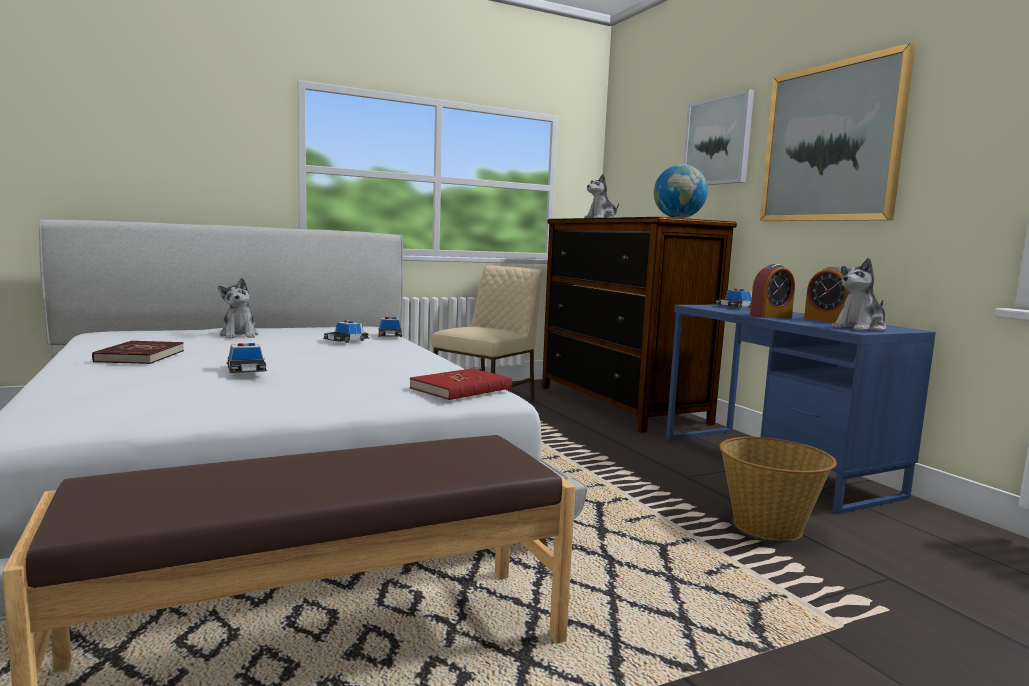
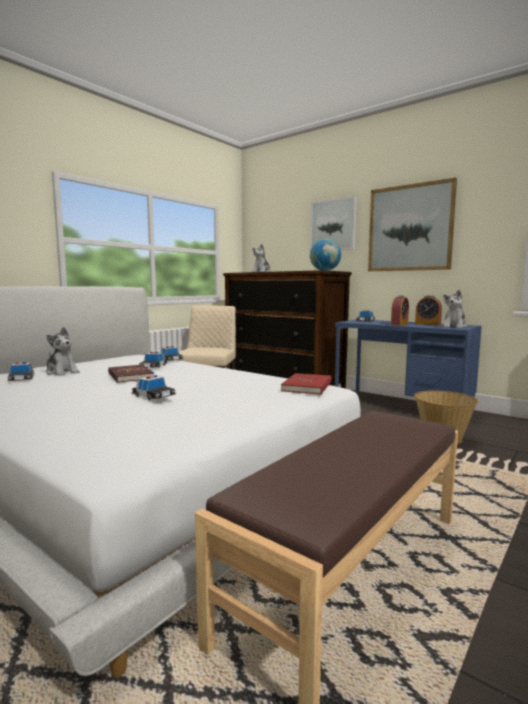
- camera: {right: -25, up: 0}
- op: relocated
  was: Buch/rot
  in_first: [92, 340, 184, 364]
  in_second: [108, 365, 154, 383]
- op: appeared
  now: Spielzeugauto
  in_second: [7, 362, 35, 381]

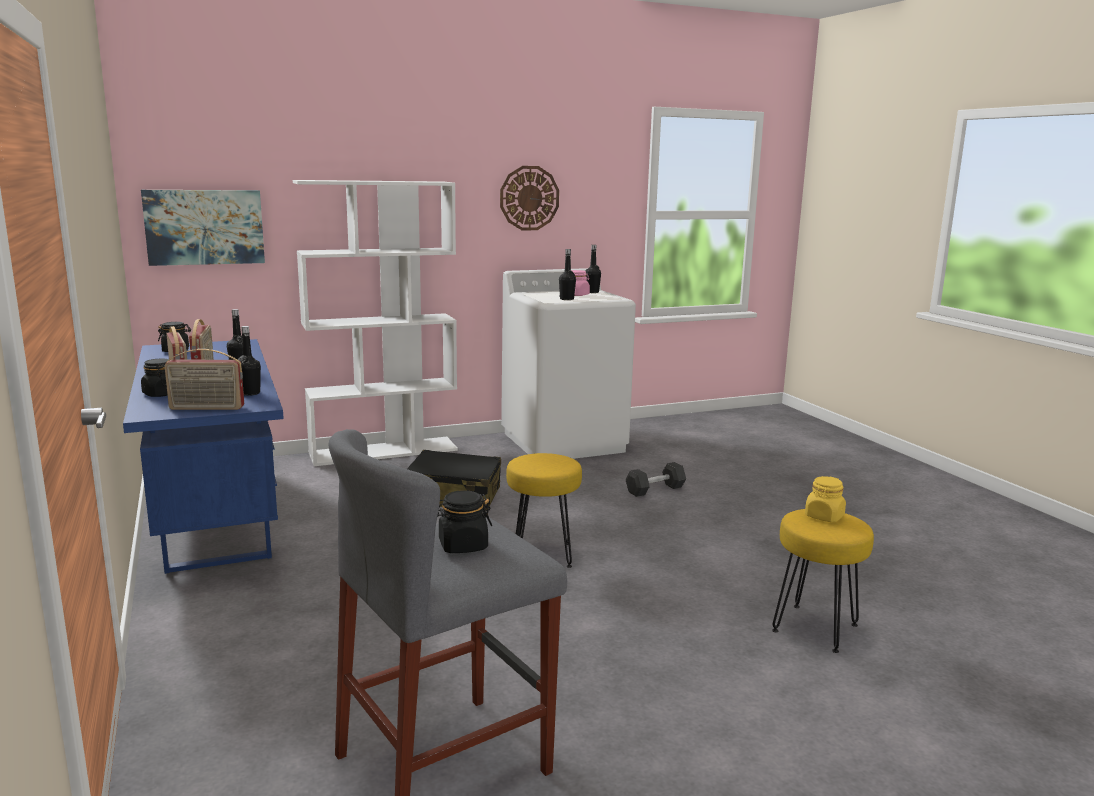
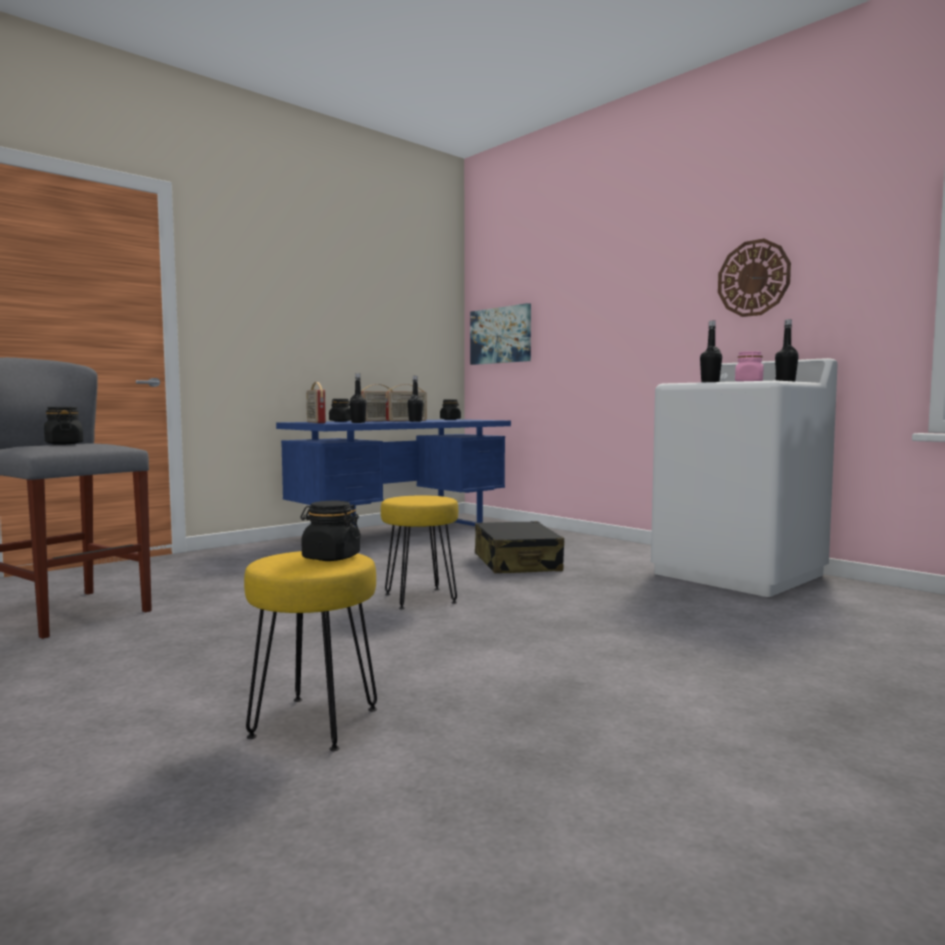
- camera: {right: 70, up: -10}
- op: missing
  was: Bücherregal/weiß
  in_first: [293, 180, 458, 466]
- op: missing
  was: Hantel/grau
  in_first: [626, 462, 686, 497]
- op: colour
  was: Vorratsglas/gelb
  now: Vorratsglas/schwarz
  in_first: [805, 476, 846, 522]
  in_second: [300, 501, 361, 561]

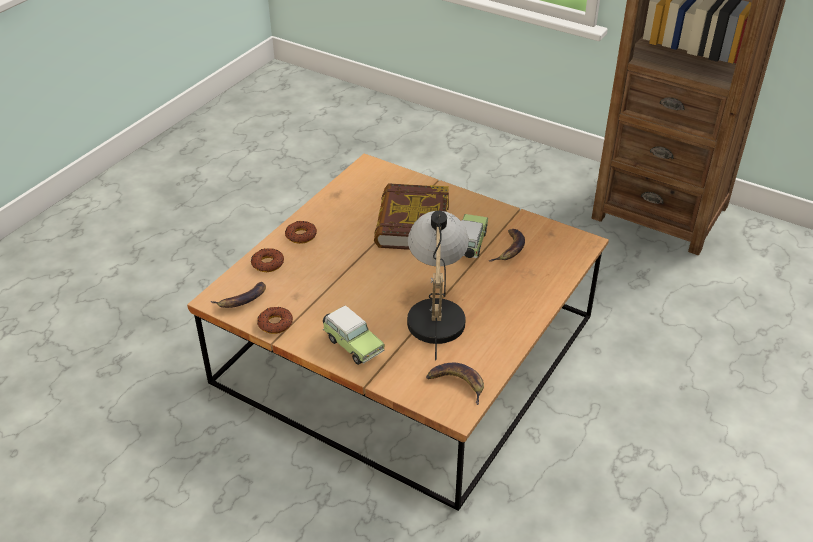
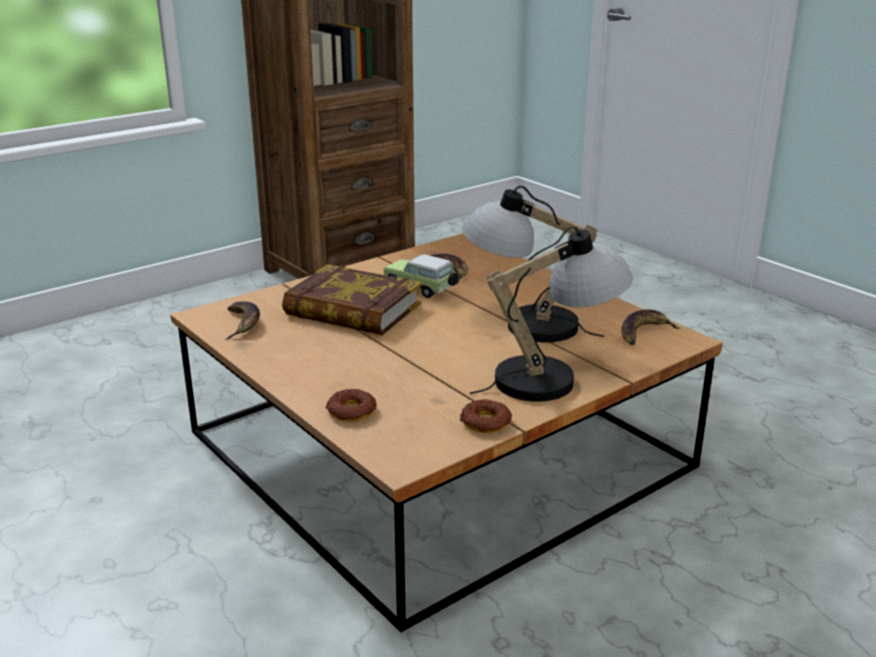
- camera: {right: -70, up: -15}
- op: missing
  was: Donut
  in_first: [285, 221, 317, 244]
- op: relocated
  was: Banane
  in_first: [211, 282, 266, 308]
  in_second: [225, 301, 260, 340]
- op: exchanged
  was: Spielzeugauto
  now: Tischlampe
  in_first: [323, 305, 385, 365]
  in_second: [470, 227, 633, 402]

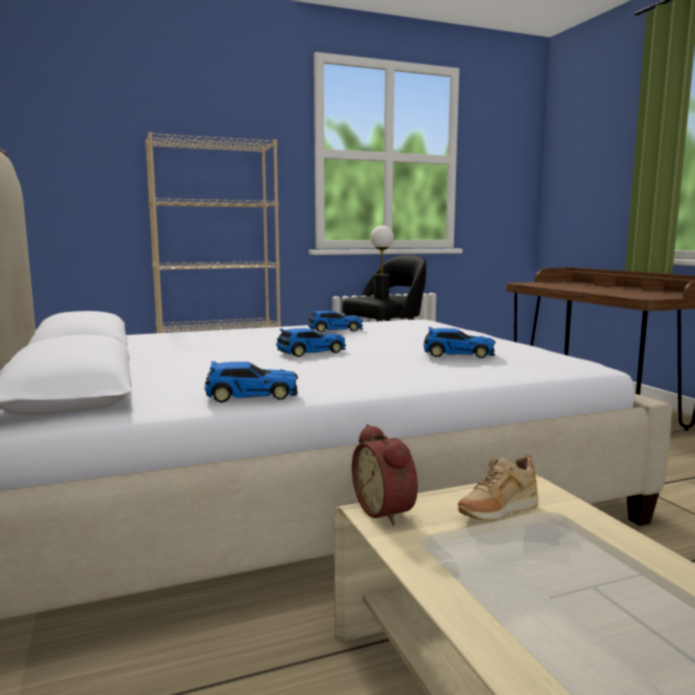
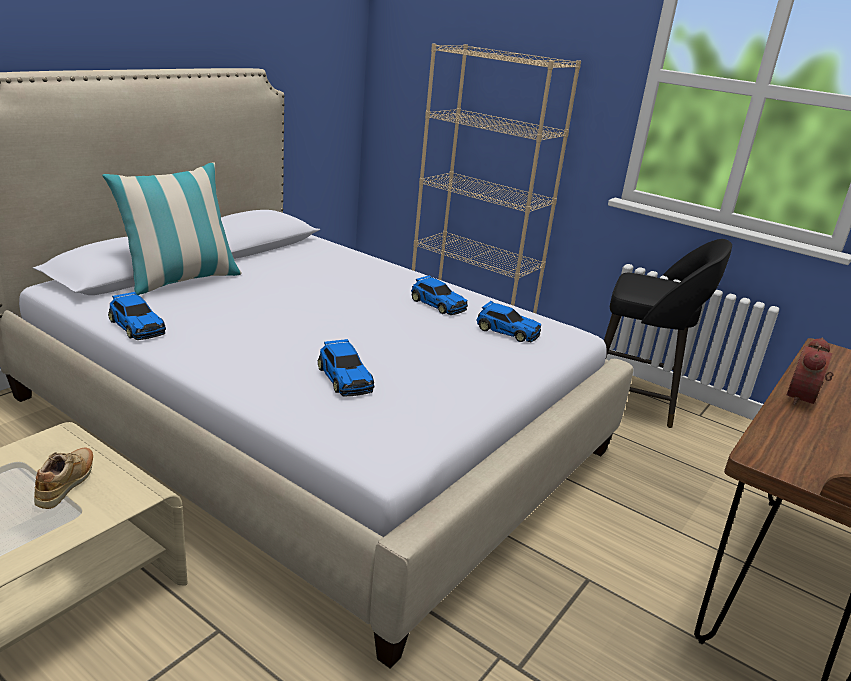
- camera: {right: 55, up: 15}
- op: missing
  was: Tischlampe
  in_first: [371, 225, 394, 299]
- op: relocated
  was: Spielzeugauto
  in_first: [276, 328, 346, 357]
  in_second: [476, 301, 541, 342]
- op: relocated
  was: Wecker
  in_first: [352, 424, 418, 526]
  in_second: [787, 338, 834, 405]
- op: spun
  was: Schuh/beige
  in_first: [458, 455, 538, 520]
  in_second: [34, 447, 93, 509]
  clockwise: 75
- op: appeared
  now: Kissen
  in_second: [102, 162, 242, 295]

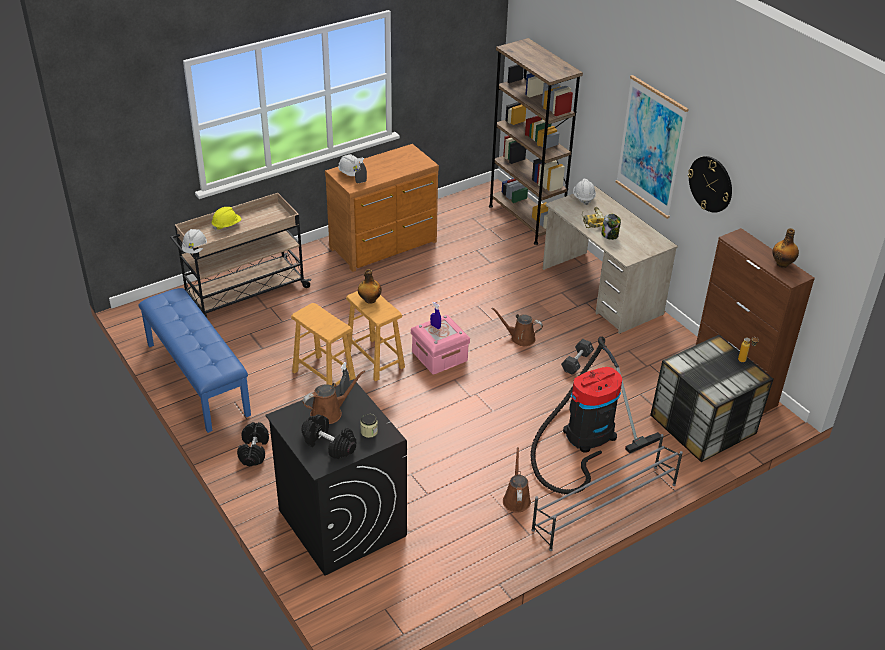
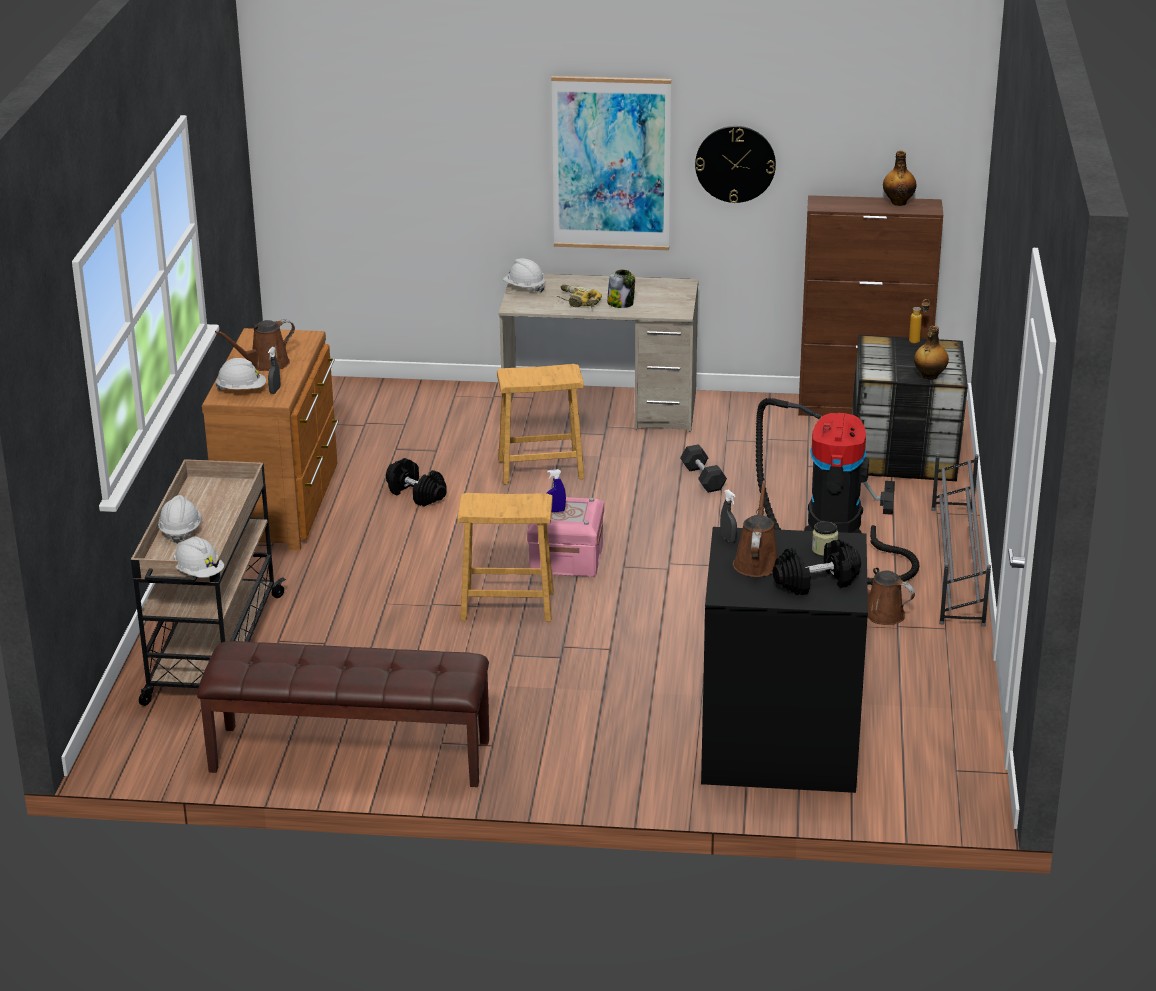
- camera: {right: -50, up: -10}
- op: missing
  was: Bücherregal/braun
  in_first: [489, 38, 583, 245]
- op: colour
  was: Schutzhelm/gelb
  now: Schutzhelm/weiß
  in_first: [212, 207, 242, 230]
  in_second: [158, 495, 201, 544]
- op: relocated
  was: Flasche
  in_first: [358, 269, 382, 304]
  in_second: [914, 326, 949, 380]
- op: colour
  was: Bank/blau
  now: Bank/braun
  in_first: [138, 288, 251, 433]
  in_second: [197, 641, 489, 787]
- op: relocated
  was: Hocker/braun
  in_first: [291, 303, 356, 385]
  in_second: [497, 364, 585, 484]
- op: relocated
  was: Gießkanne/braun
  in_first: [491, 308, 543, 346]
  in_second: [215, 319, 295, 371]
- op: relocated
  was: Hantel/schwarz
  in_first: [237, 422, 269, 466]
  in_second: [386, 458, 447, 507]

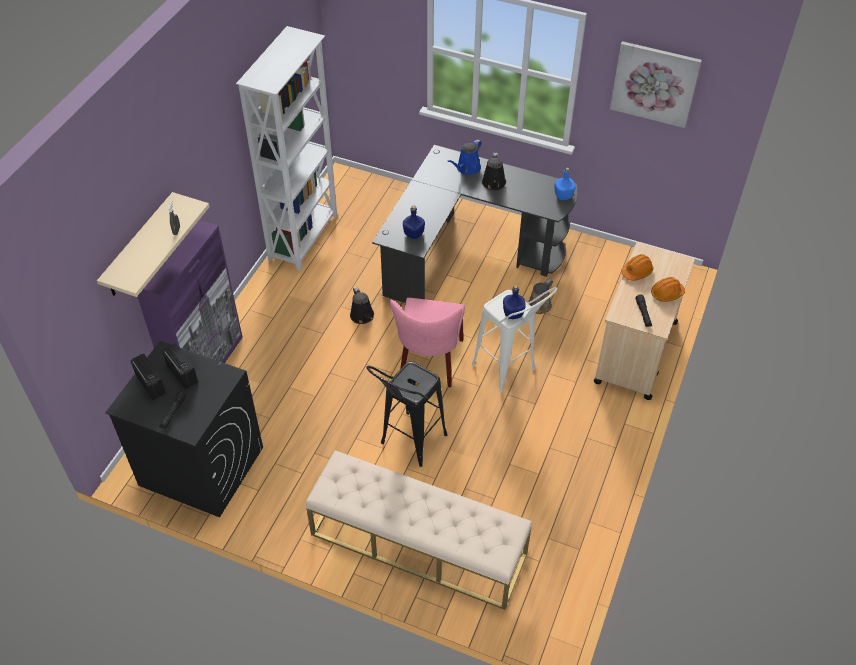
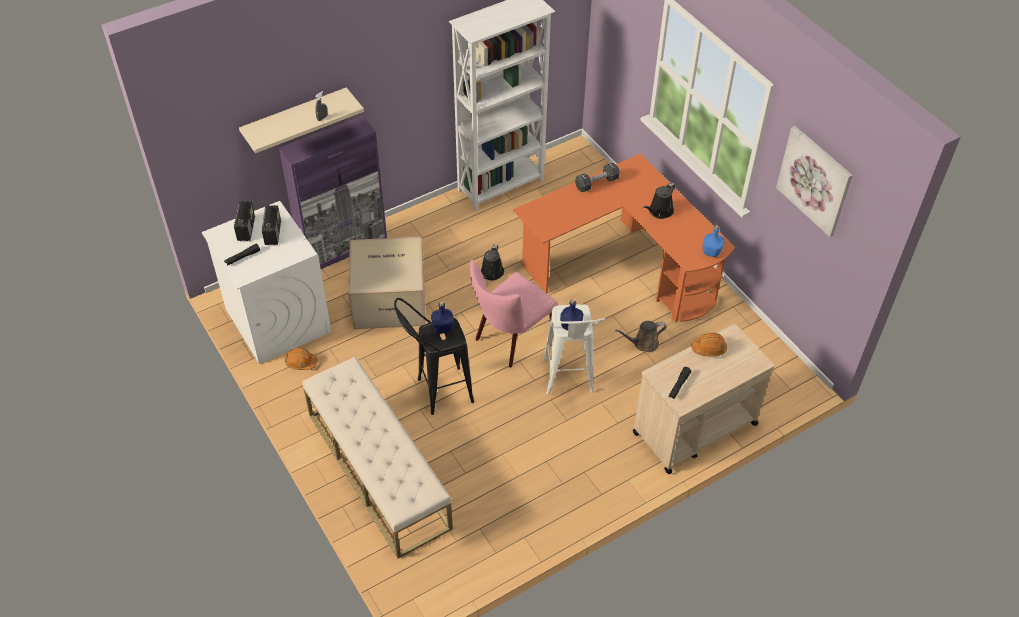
- camera: {right: 35, up: 0}
- op: missing
  was: Gießkanne/blau
  in_first: [447, 140, 482, 175]
- op: colour
  was: Schreibtisch/schwarz
  now: Schreibtisch/orange
  in_first: [372, 145, 578, 303]
  in_second: [513, 154, 735, 323]
- op: relocated
  was: Flasche/blau
  in_first: [403, 206, 425, 239]
  in_second: [431, 301, 454, 334]
- op: relocated
  was: Schutzhelm/orange
  in_first: [651, 277, 685, 302]
  in_second: [285, 348, 318, 370]
- op: colour
  was: Waschmaschine/schwarz
  now: Waschmaschine/weiß
  in_first: [105, 341, 263, 517]
  in_second: [202, 201, 331, 364]
- op: appeared
  now: Hantel/schwarz
  in_second: [575, 163, 620, 192]
- op: appeared
  now: Karton
  in_second: [348, 237, 425, 329]

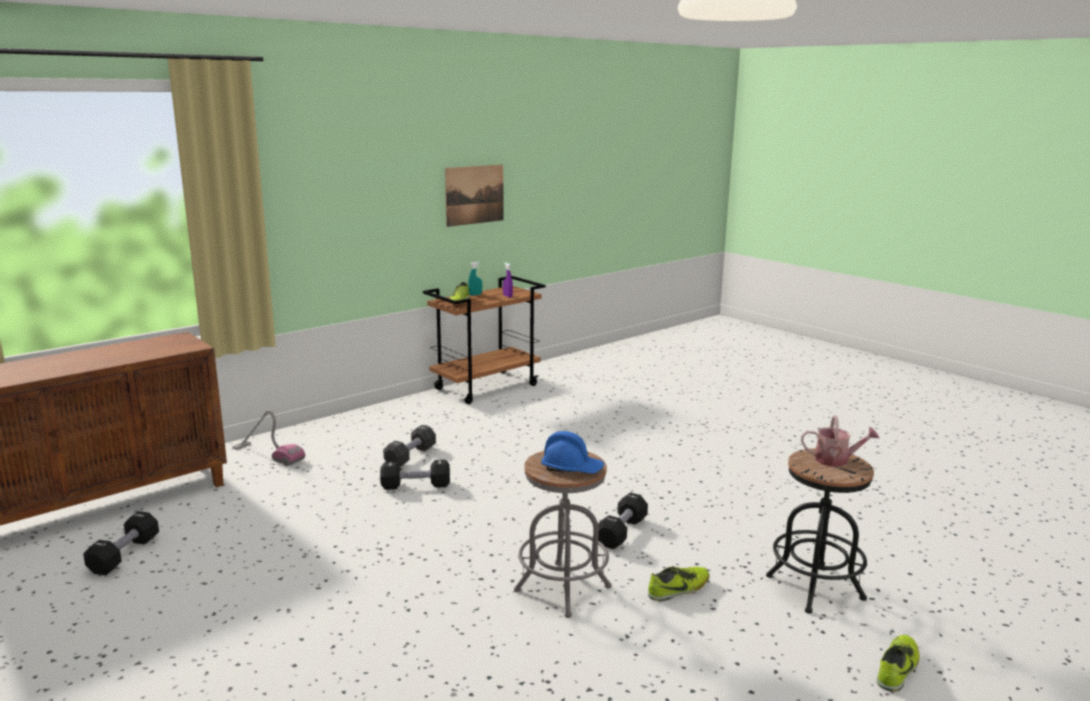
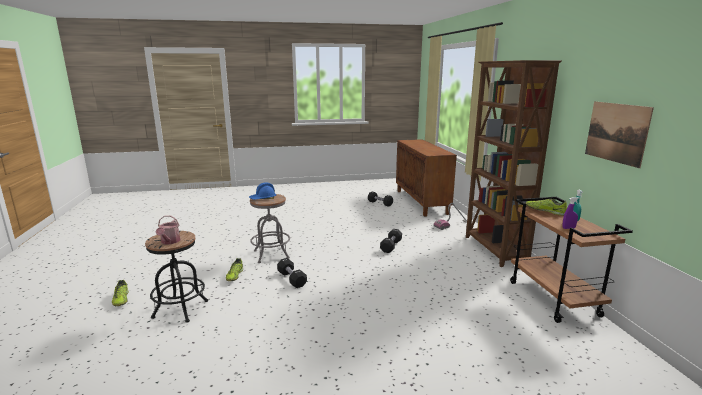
- camera: {right: 120, up: 0}
- op: spun
  was: Gießkanne
  in_first: [801, 415, 879, 467]
  in_second: [155, 215, 180, 244]
  clockwise: -45
- op: missing
  was: Hantel/schwarz
  in_first: [383, 425, 436, 467]
- op: appeared
  now: Bücherregal/braun
  in_second: [466, 60, 562, 267]

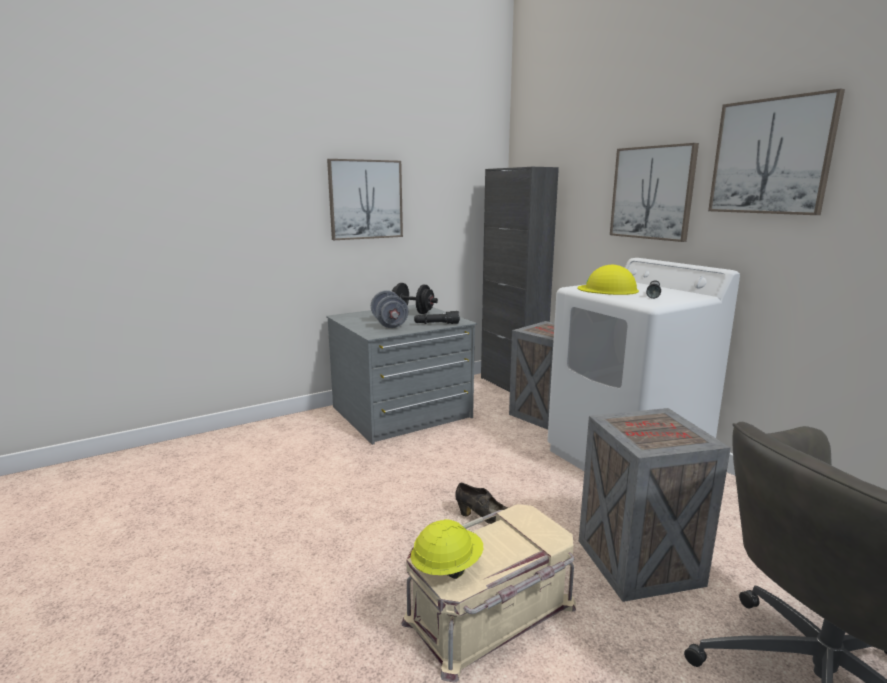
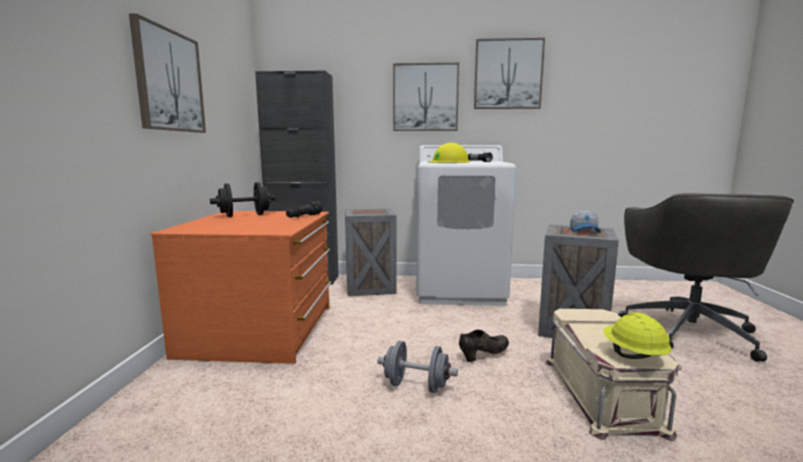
- camera: {right: -55, up: -5}
- op: relocated
  was: Hantel/grau
  in_first: [371, 290, 408, 328]
  in_second: [377, 341, 458, 393]
- op: colour
  was: Kommode/grau
  now: Kommode/orange
  in_first: [326, 305, 477, 445]
  in_second: [151, 211, 332, 364]
- op: appeared
  now: Kappe
  in_second: [570, 210, 601, 233]

